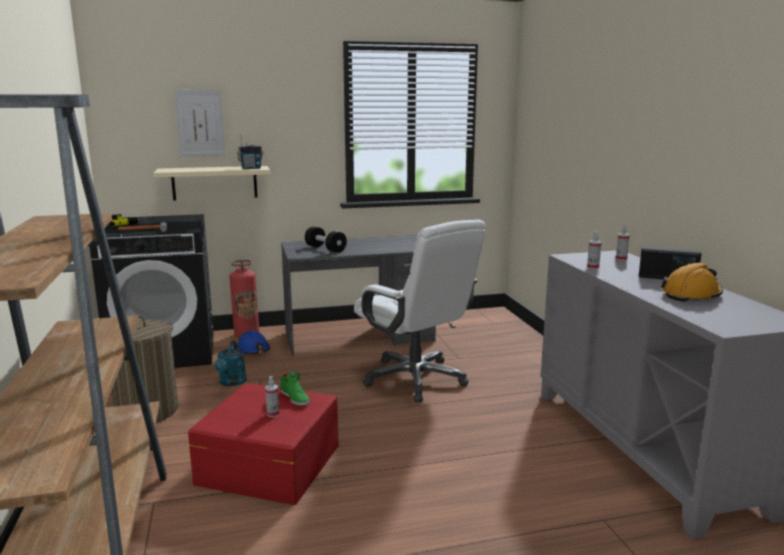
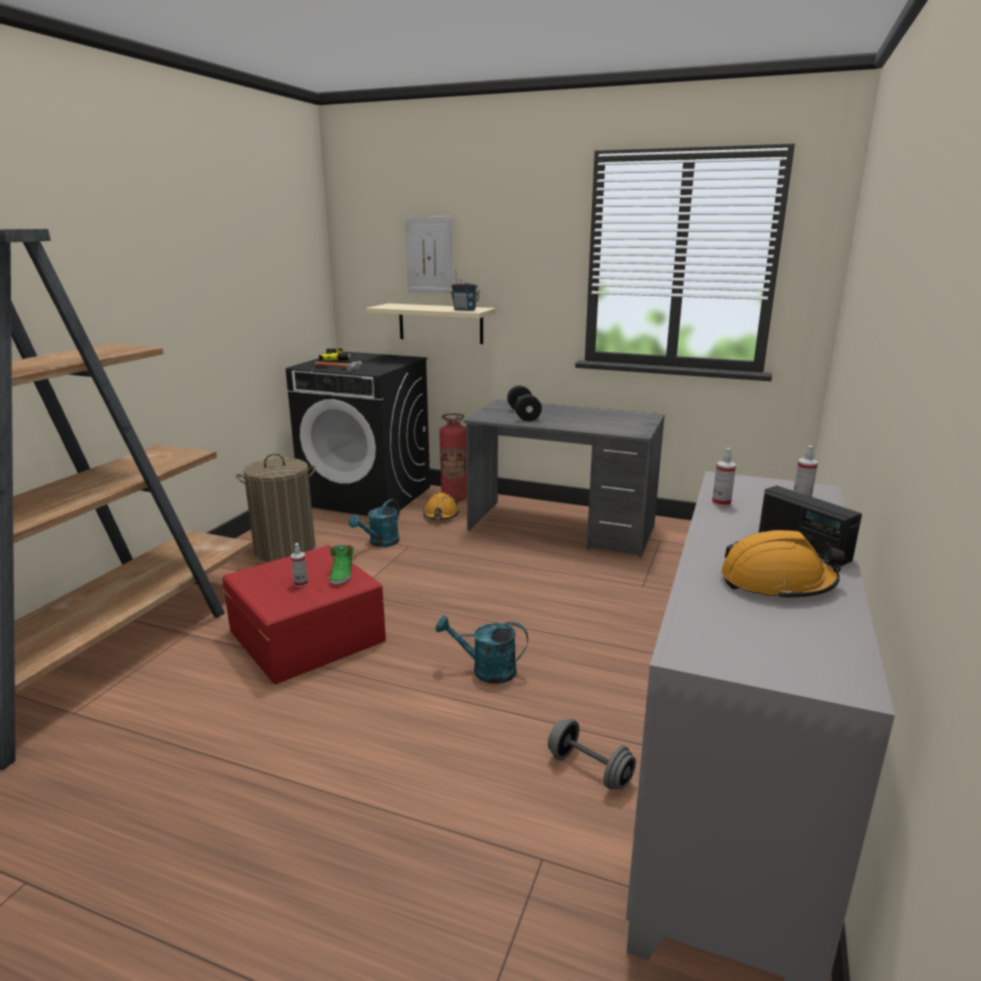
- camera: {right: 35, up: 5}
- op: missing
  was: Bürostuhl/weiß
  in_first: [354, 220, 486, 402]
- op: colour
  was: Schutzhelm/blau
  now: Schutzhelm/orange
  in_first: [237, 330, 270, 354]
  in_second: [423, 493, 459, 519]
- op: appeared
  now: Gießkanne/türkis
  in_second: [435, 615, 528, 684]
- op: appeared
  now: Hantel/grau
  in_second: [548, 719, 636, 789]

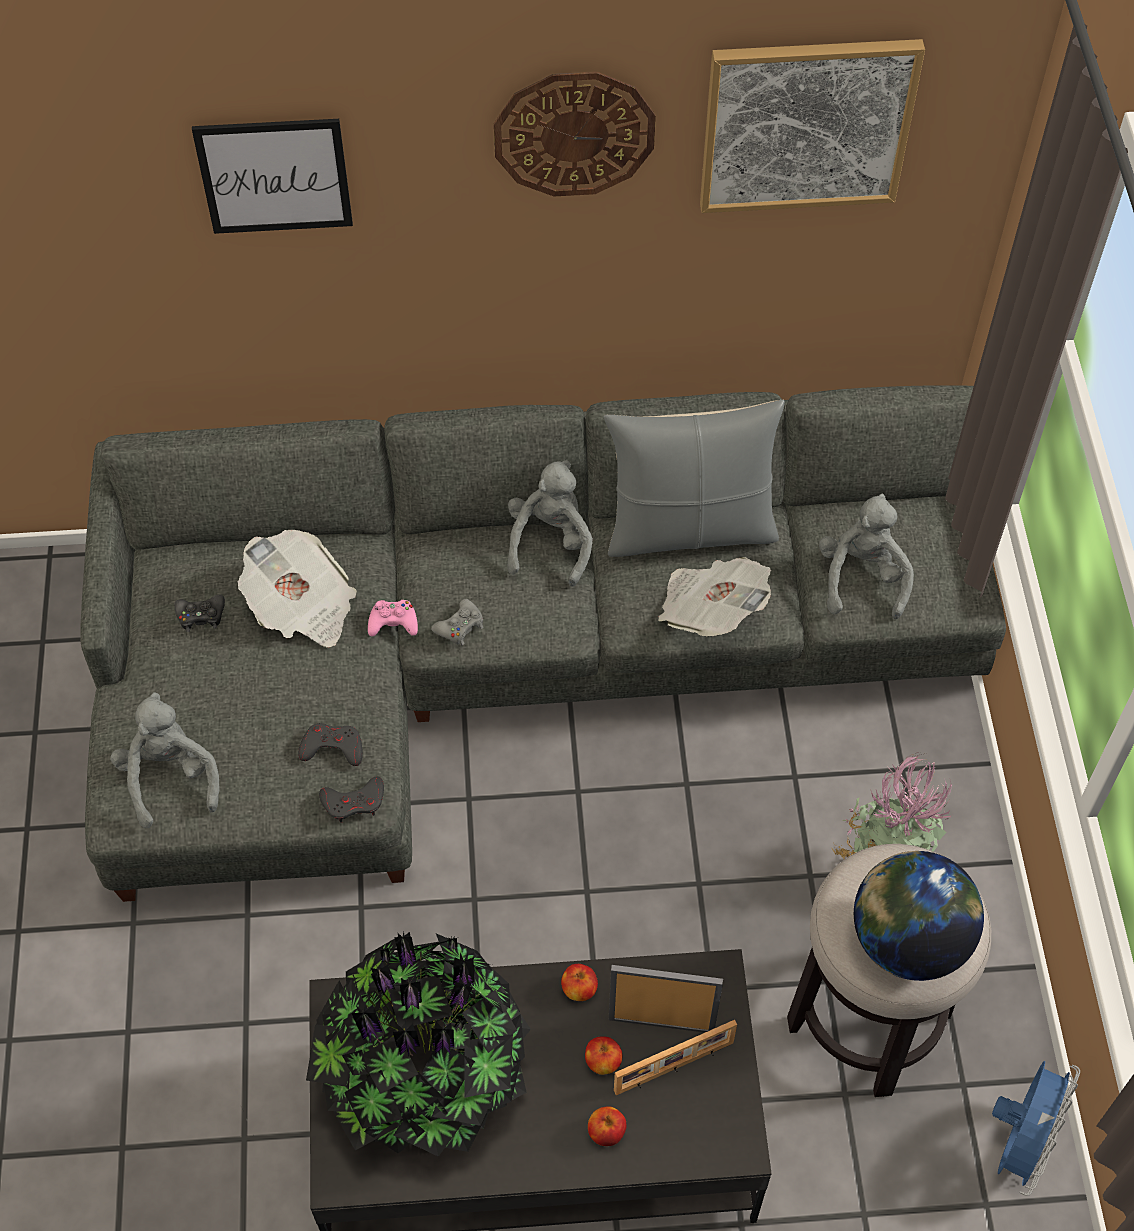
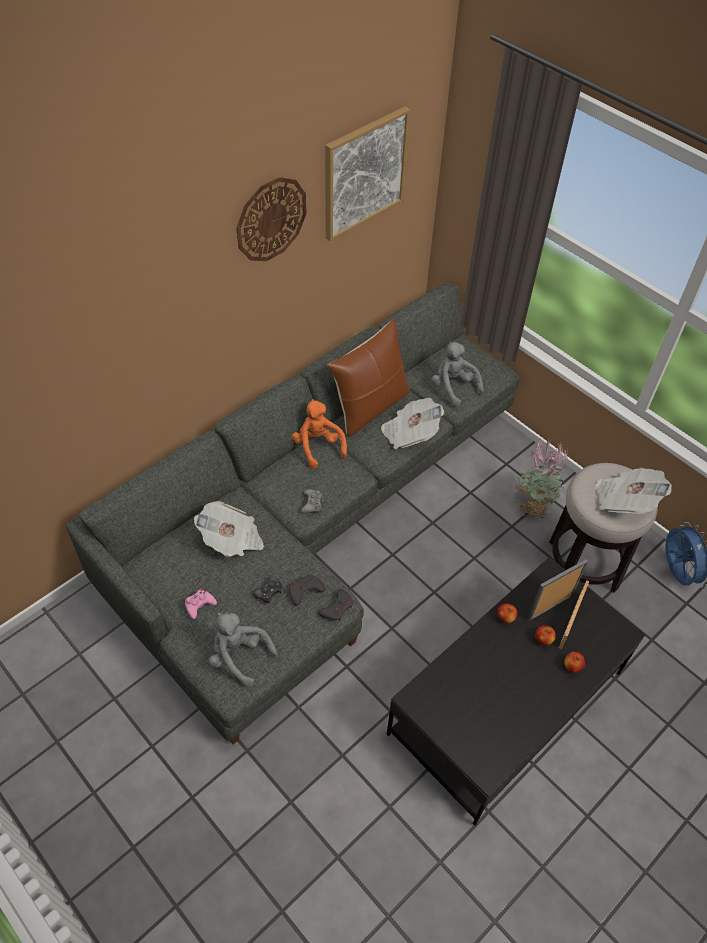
- camera: {right: -40, up: -5}
- op: missing
  was: Bild
  in_first: [192, 119, 353, 234]
- op: colour
  was: Kissen/grau
  now: Kissen/braun
  in_first: [603, 400, 785, 557]
  in_second: [327, 319, 410, 437]
- op: colour
  was: Plüschtier/grau
  now: Plüschtier/orange
  in_first: [507, 460, 593, 587]
  in_second: [292, 399, 347, 469]
- op: relocated
  was: Gamepad/schwarz
  in_first: [174, 595, 225, 632]
  in_second: [252, 575, 283, 604]
- op: relocated
  was: Gamepad/rosa
  in_first: [368, 600, 418, 636]
  in_second: [185, 589, 217, 619]
- op: exchanged
  was: Globus
  now: Zeitung
  in_first: [854, 851, 984, 981]
  in_second: [596, 468, 672, 514]
- op: missing
  was: Topfpflanze
  in_first: [306, 931, 531, 1157]

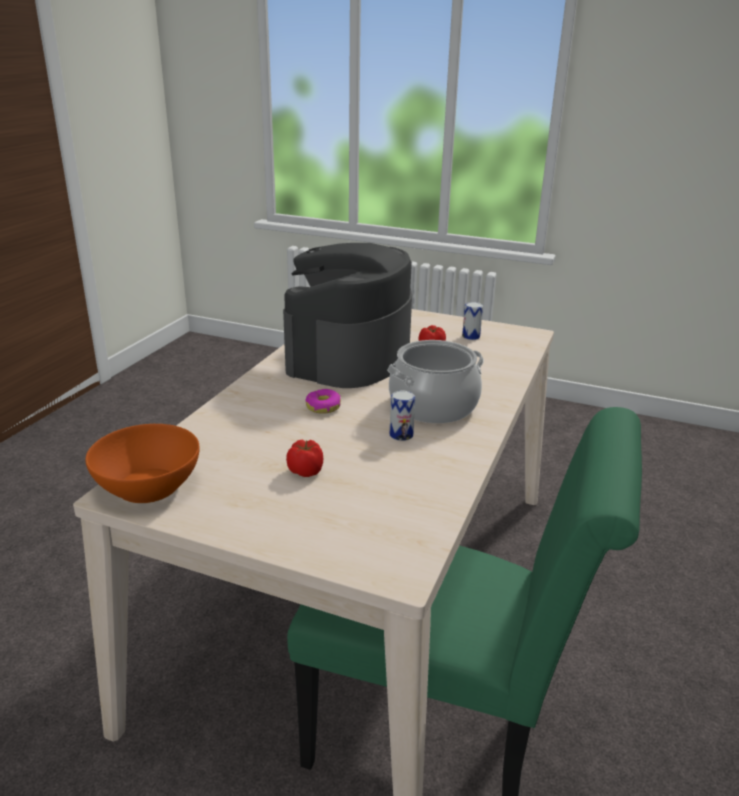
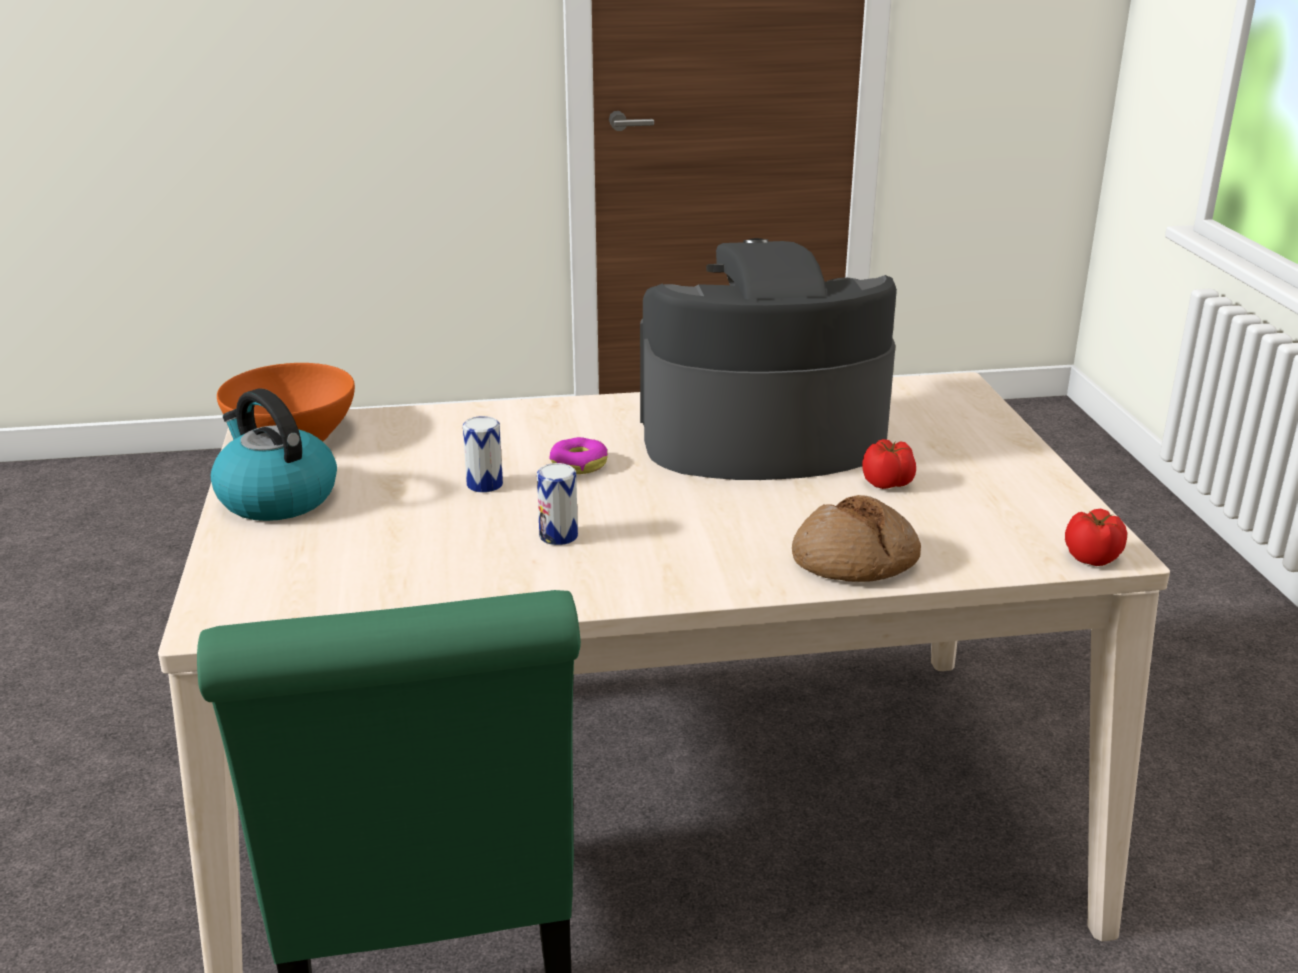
- camera: {right: 60, up: 0}
- op: relocated
  was: Dose
  in_first: [462, 302, 483, 340]
  in_second: [463, 416, 503, 493]
- op: missing
  was: Kochtopf
  in_first: [387, 340, 484, 423]
- op: relocated
  was: Tomate
  in_first: [286, 440, 323, 477]
  in_second: [1065, 509, 1127, 566]
- op: appeared
  now: Wasserkessel
  in_second: [211, 388, 337, 521]
- op: appeared
  now: Brot
  in_second: [792, 495, 921, 582]

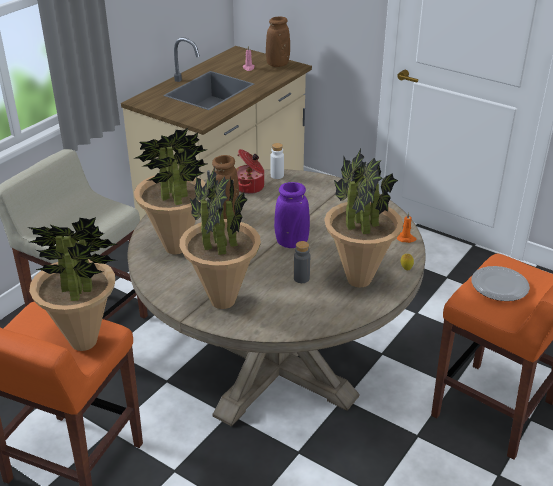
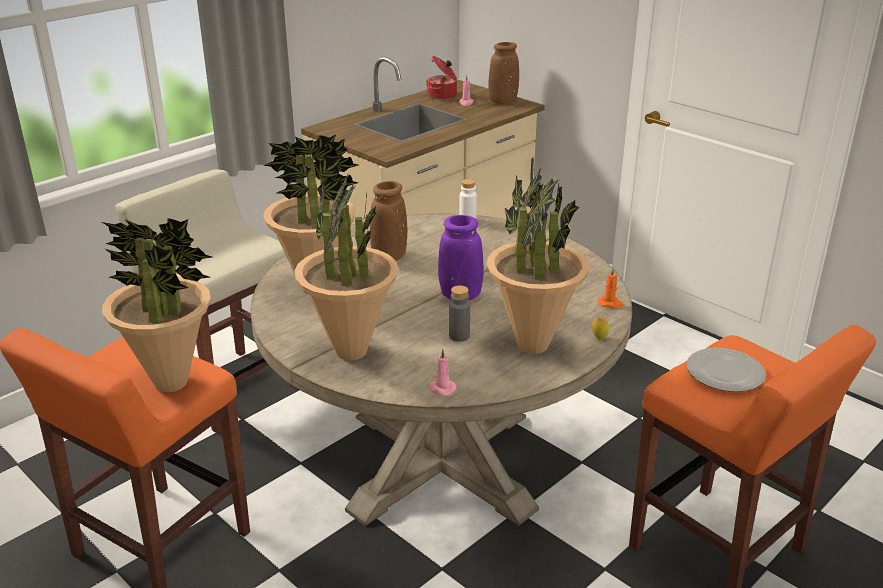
- camera: {right: 10, up: -5}
- op: relocated
  was: Kochtopf
  in_first: [236, 149, 264, 194]
  in_second: [426, 56, 457, 100]
- op: appeared
  now: Kerze/rosa
  in_second: [428, 349, 457, 396]

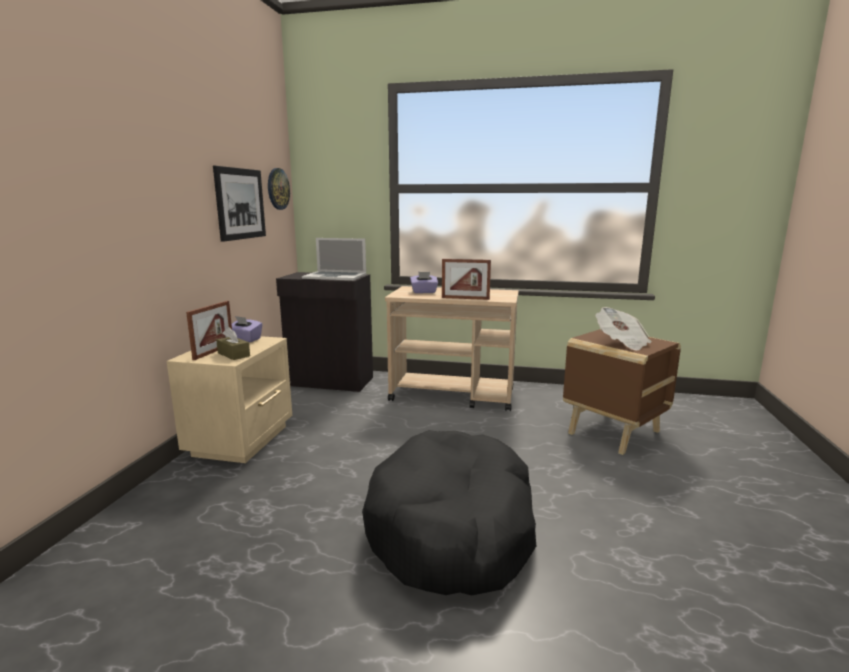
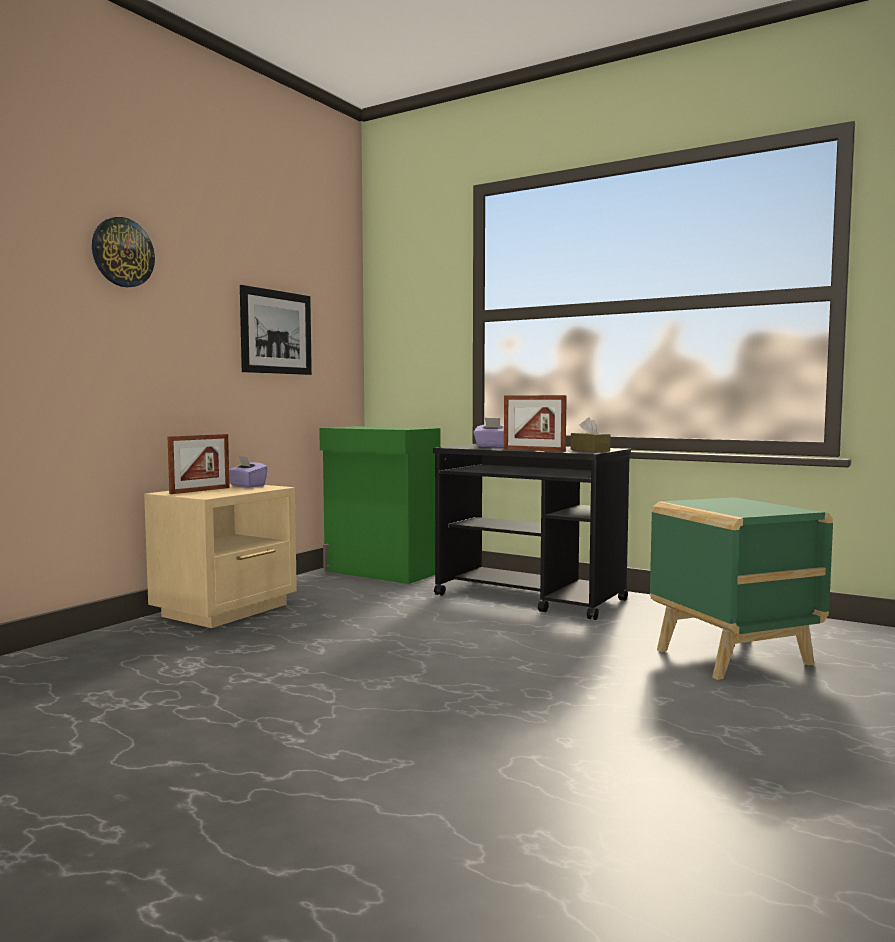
- camera: {right: 20, up: -10}
- op: relocated
  was: Wanduhr
  in_first: [268, 168, 290, 210]
  in_second: [92, 217, 155, 287]
- op: missing
  was: Laptop
  in_first: [302, 238, 366, 280]
- op: colour
  was: Schrank/schwarz
  now: Schrank/grün
  in_first: [276, 272, 373, 392]
  in_second: [319, 426, 441, 584]
- op: colour
  was: Rollwagen/beige
  now: Rollwagen/schwarz
  in_first: [385, 286, 519, 411]
  in_second: [433, 444, 631, 620]
- op: missing
  was: Zeitung
  in_first: [595, 307, 652, 351]
- op: relocated
  was: Taschentuchbox/braun
  in_first: [216, 327, 250, 360]
  in_second: [571, 417, 610, 452]
- op: colour
  was: Beistelltisch/braun
  now: Beistelltisch/grün
  in_first: [563, 329, 681, 455]
  in_second: [650, 497, 833, 680]
- op: missing
  was: Hundebett/schwarz
  in_first: [362, 430, 536, 596]

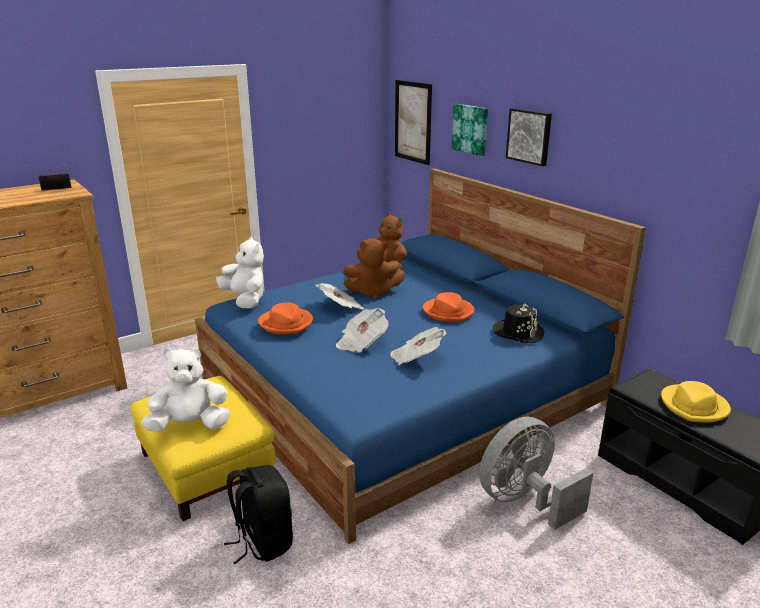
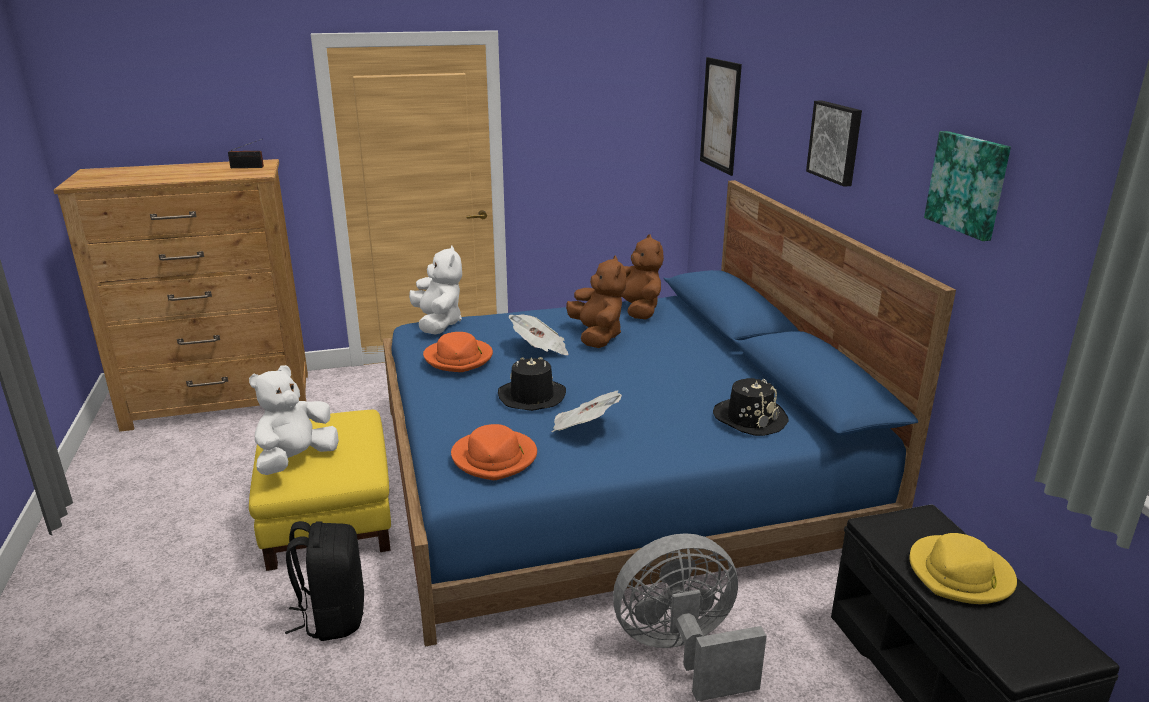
- camera: {right: 20, up: 0}
- op: relocated
  was: Bild
  in_first: [452, 104, 488, 156]
  in_second: [924, 131, 1011, 241]
- op: spun
  was: Plüschtier/braun
  in_first: [343, 239, 405, 300]
  in_second: [566, 255, 626, 348]
  clockwise: -120
- op: relocated
  was: Hut/orange
  in_first: [423, 292, 474, 322]
  in_second: [451, 424, 537, 480]
- op: exchanged
  was: Zeitung
  now: Hut/schwarz
  in_first: [336, 308, 389, 352]
  in_second: [498, 357, 566, 411]
- op: spun
  was: Plüschtier/weiß
  in_first: [141, 348, 230, 432]
  in_second: [249, 365, 339, 475]
  clockwise: -60

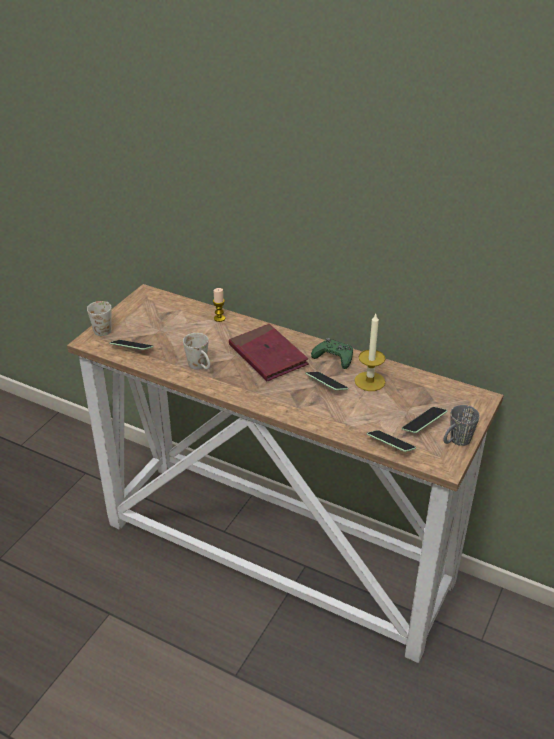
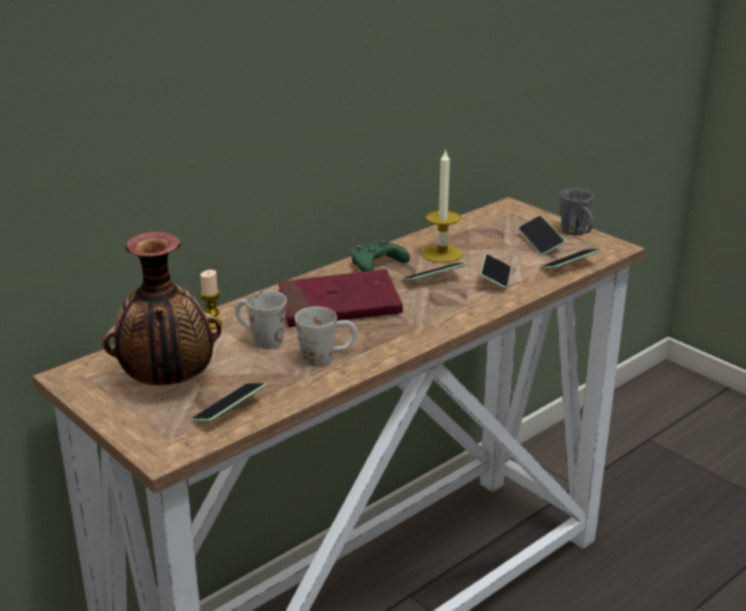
- camera: {right: -70, up: -10}
- op: relocated
  was: Henkelbecher/weiß
  in_first: [87, 301, 112, 336]
  in_second: [235, 290, 287, 349]
- op: appeared
  now: Vase
  in_second: [103, 232, 221, 385]
- op: appeared
  now: Handy
  in_second: [480, 254, 511, 288]

